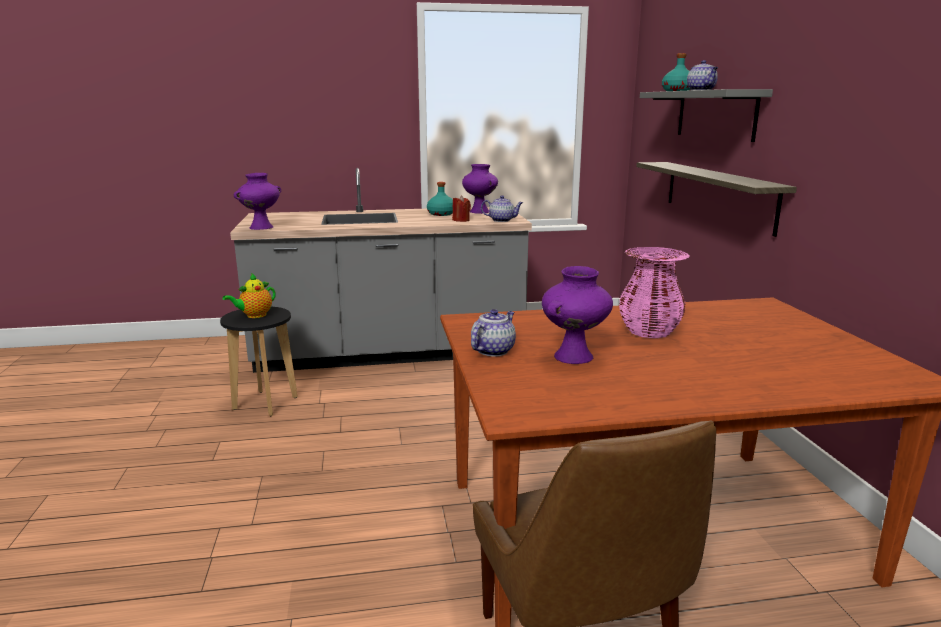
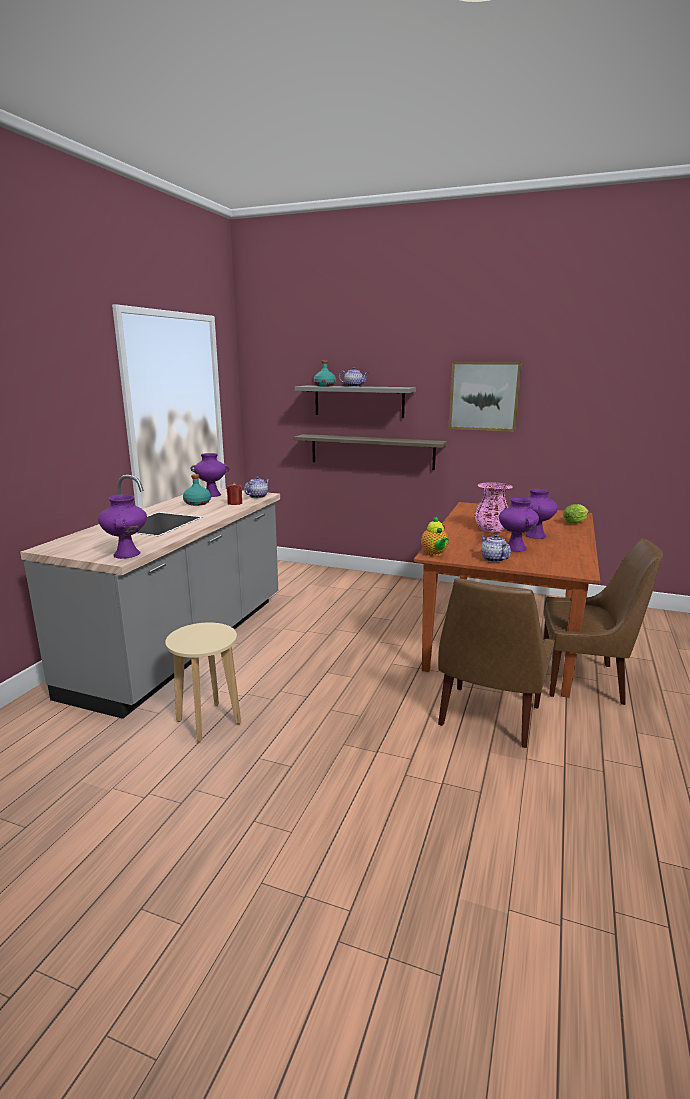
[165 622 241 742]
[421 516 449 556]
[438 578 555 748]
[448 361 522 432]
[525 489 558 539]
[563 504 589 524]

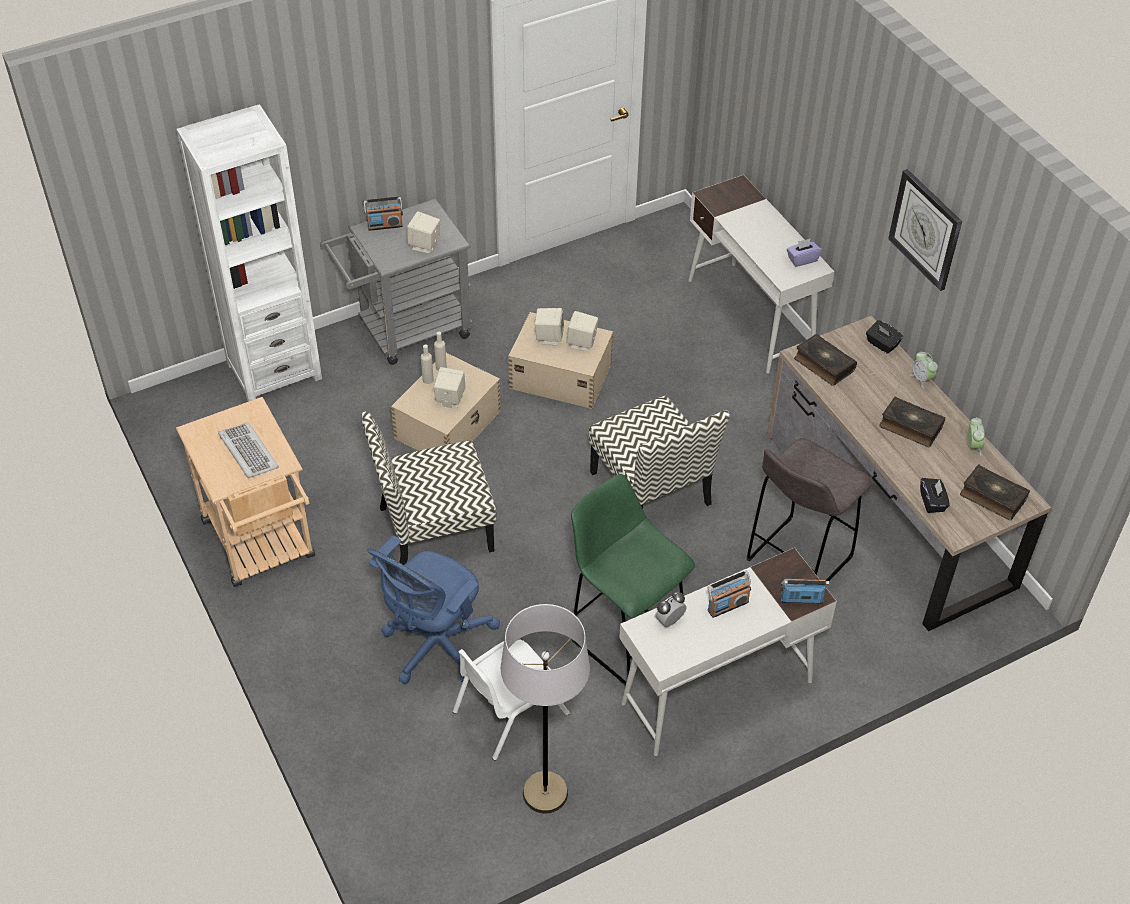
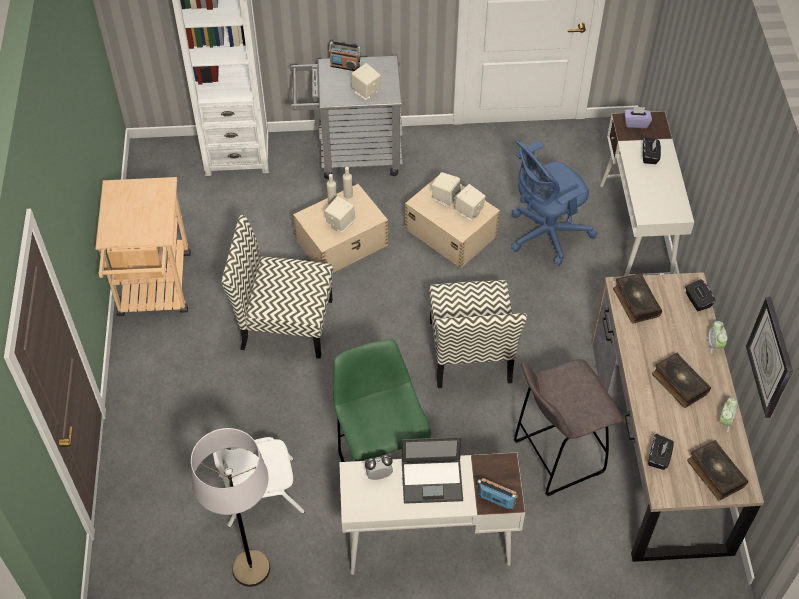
[218 422 279 478] (first image)
[511 140 598 266]
[402 437 463 504]
[624 107 652 128]
[746 297 793 418]
[643 137 661 164]

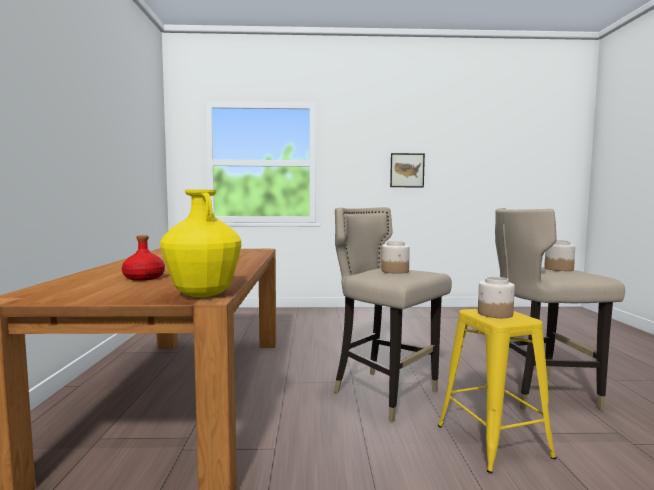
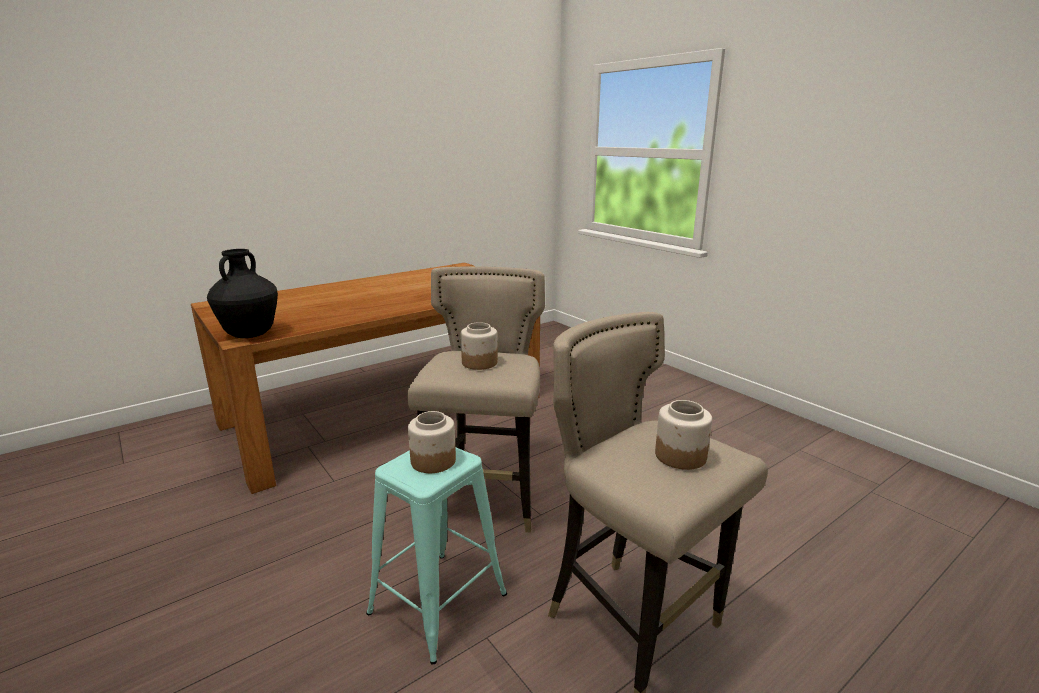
[122 235 165 281] (first image)
[207 249 278 338]
[390 153 425 187] (first image)
[366 447 507 664]

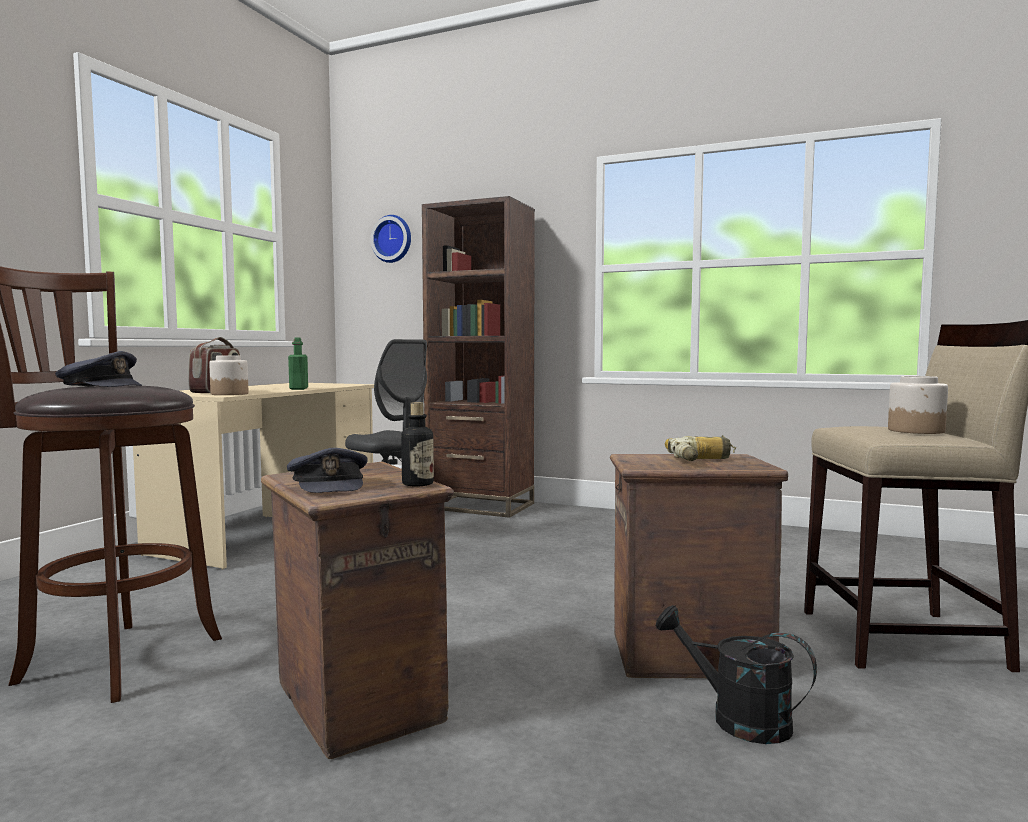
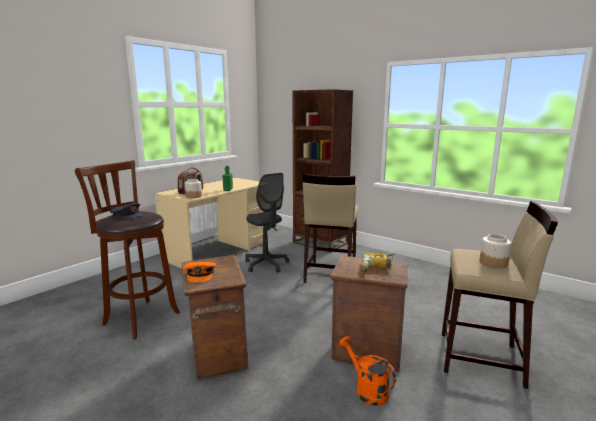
[183 262 216 282]
[370 215 411 263] (first image)
[401 402 434 487] (first image)
[339 336 396 406]
[303 174 359 283]

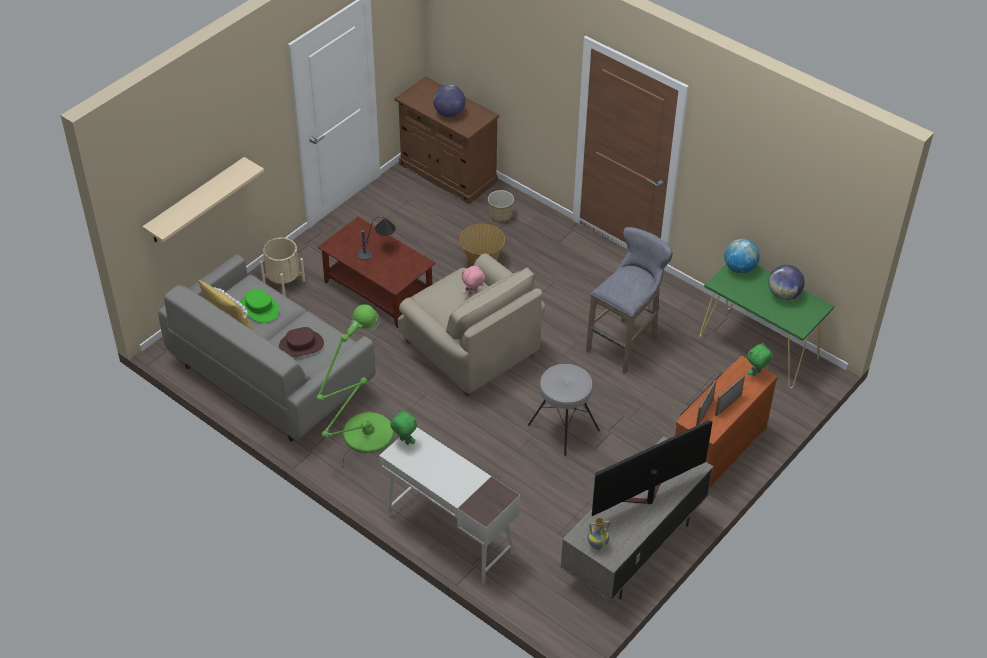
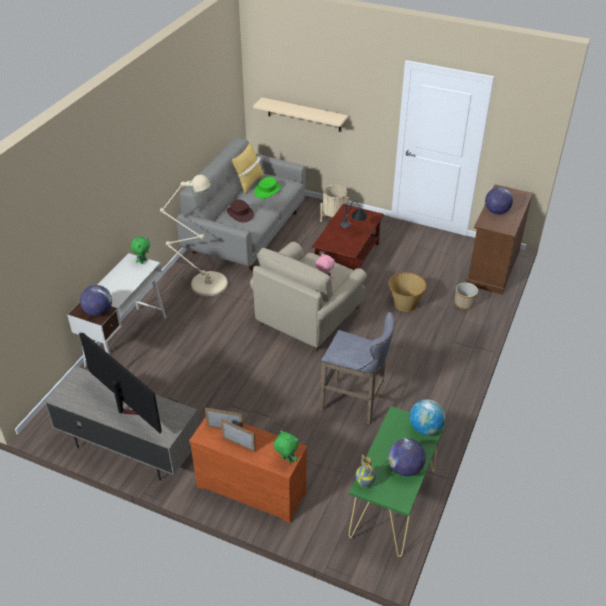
[160 175 228 296]
[528 364 600 456] (first image)
[356 454 376 488]
[80 285 112 316]

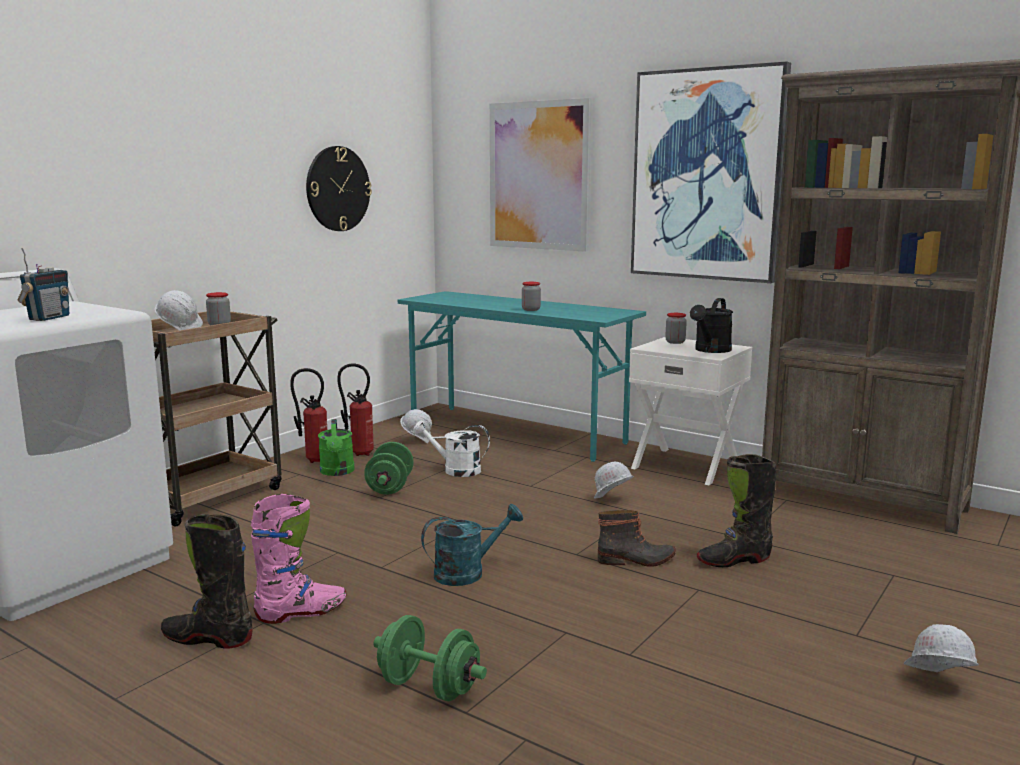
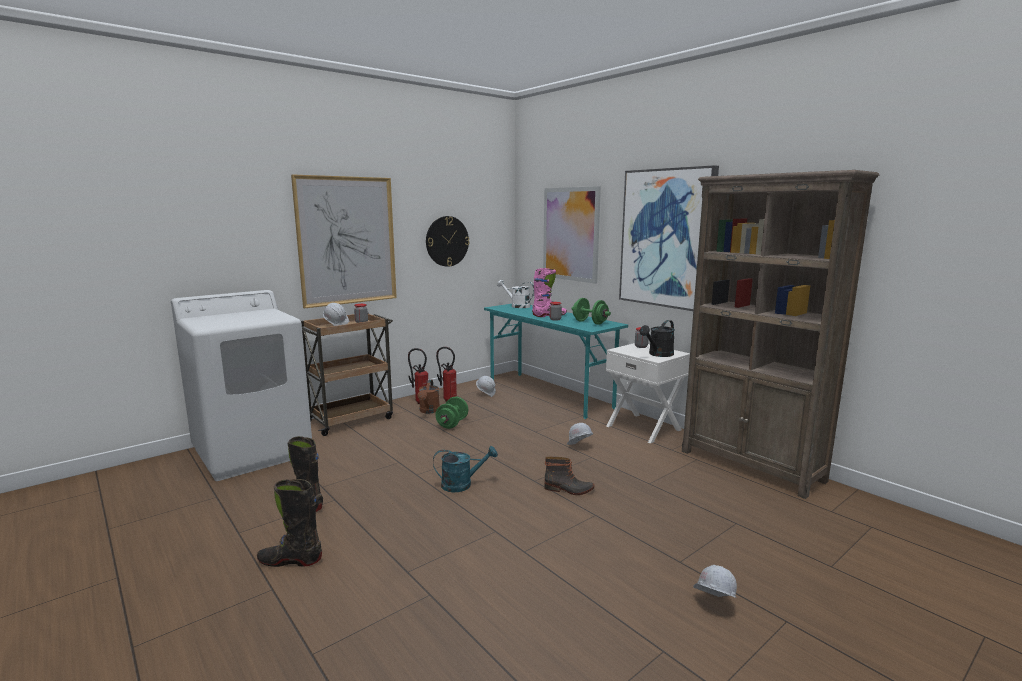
[18 247 69 321] (first image)
[532 268 567 317]
[418 379 440 414]
[572 298 611 325]
[497 280 534 308]
[257 479 322 567]
[291 174 397 309]

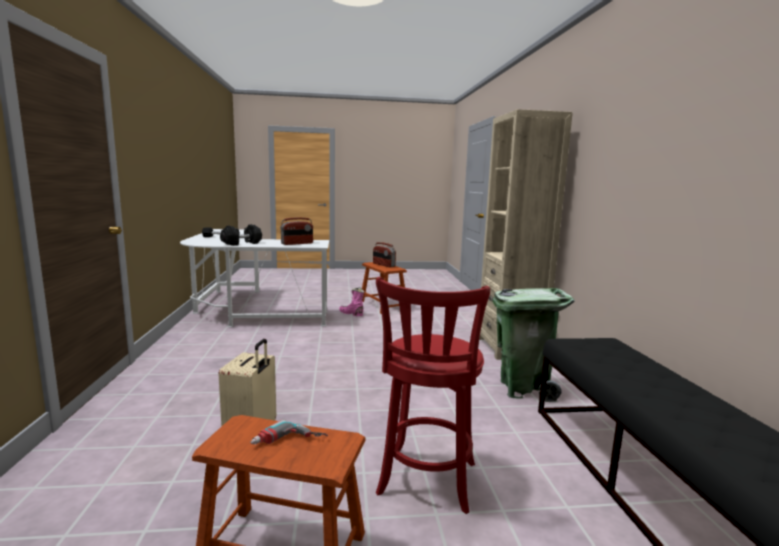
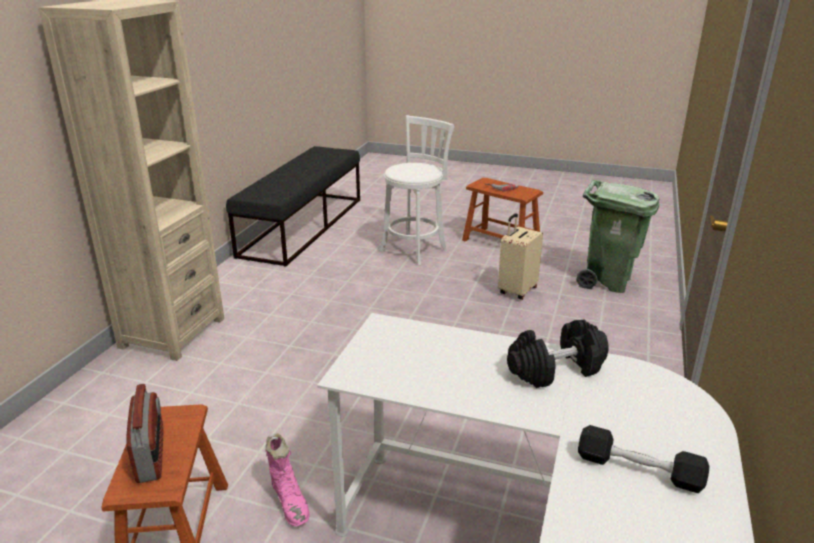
[280 217 313 245] (first image)
[379 115 454 265]
[576 180 660 293]

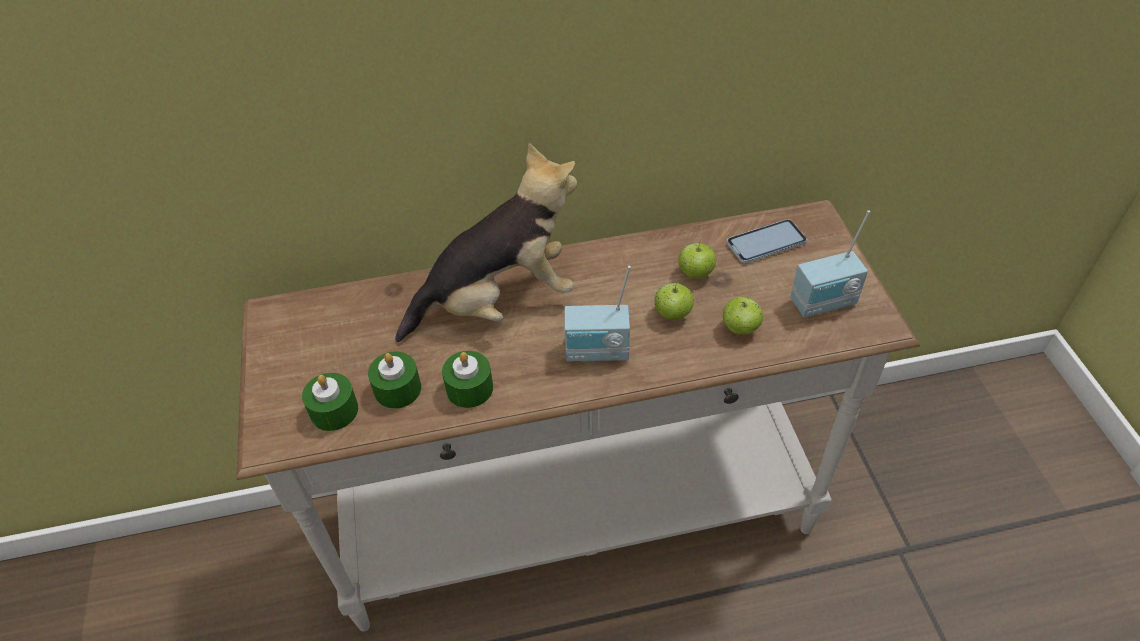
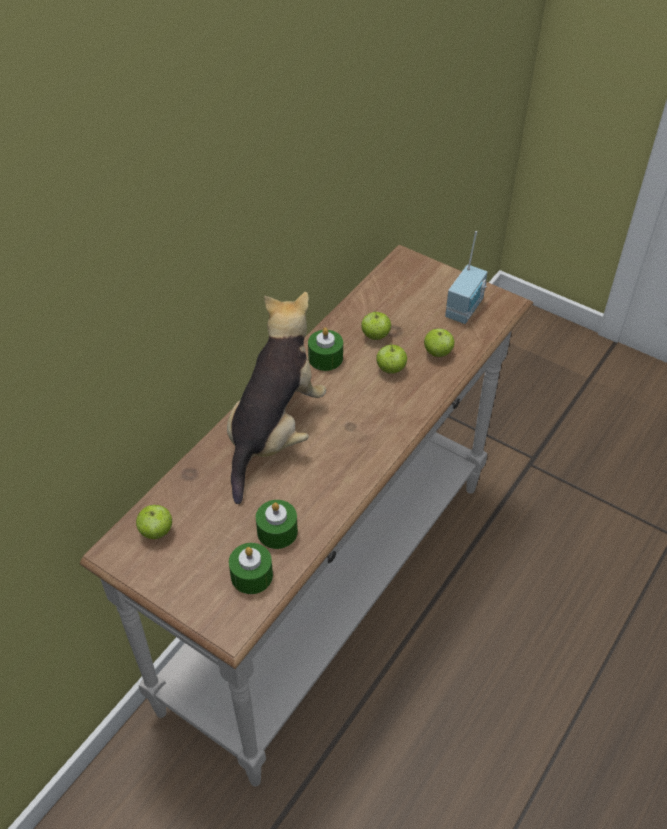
[308 328 343 371]
[564 266 631 361] (first image)
[727 219 807 263] (first image)
[136 505 173 539]

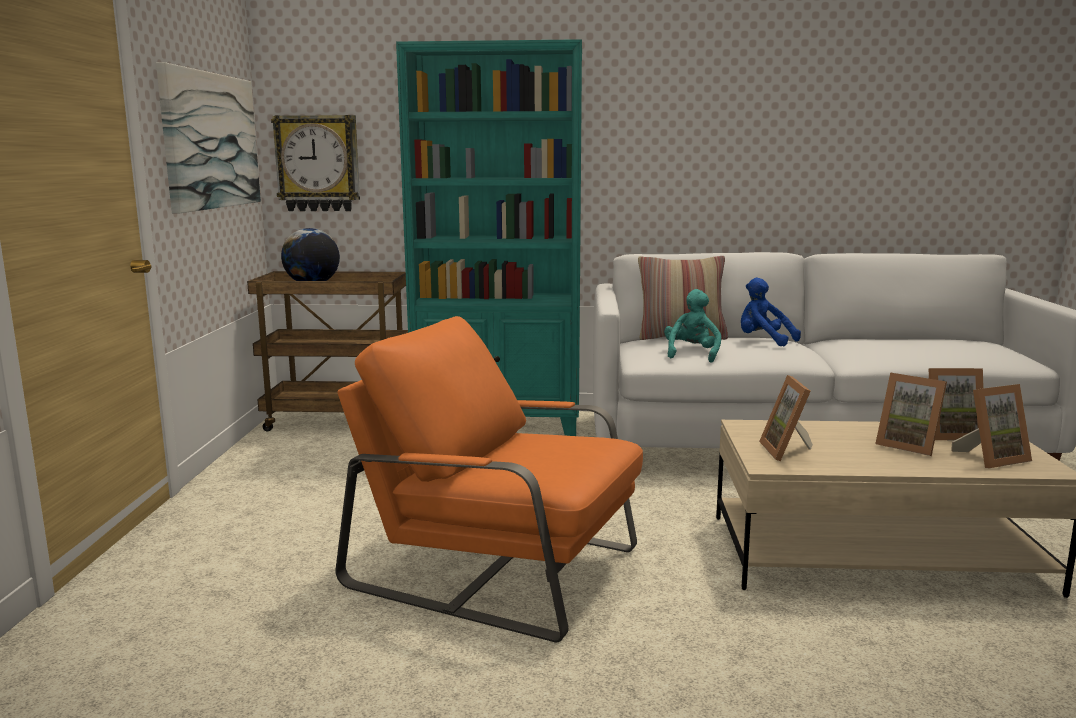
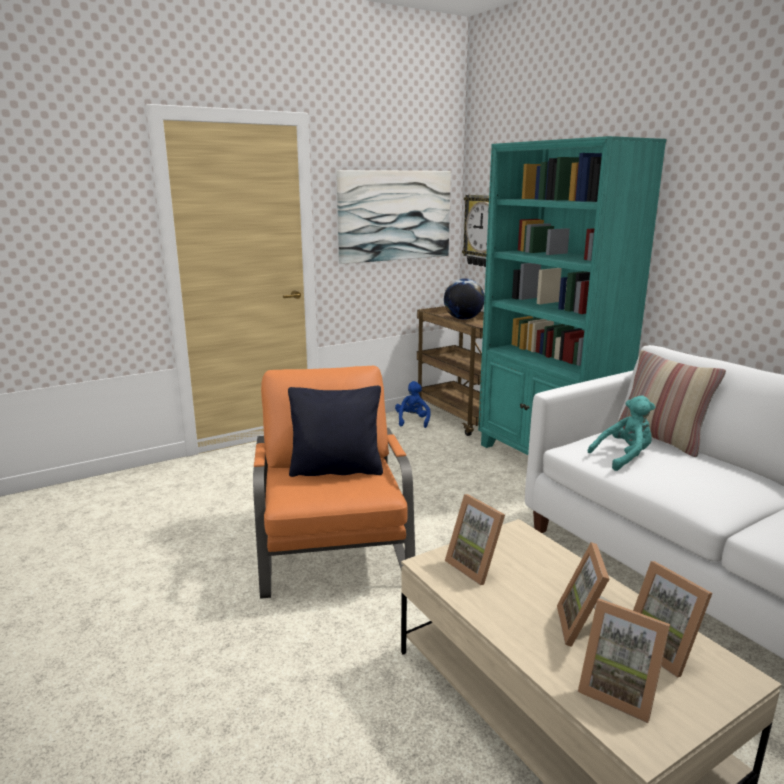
[395 381 431 428]
[445 494 505 585]
[288 386 383 477]

